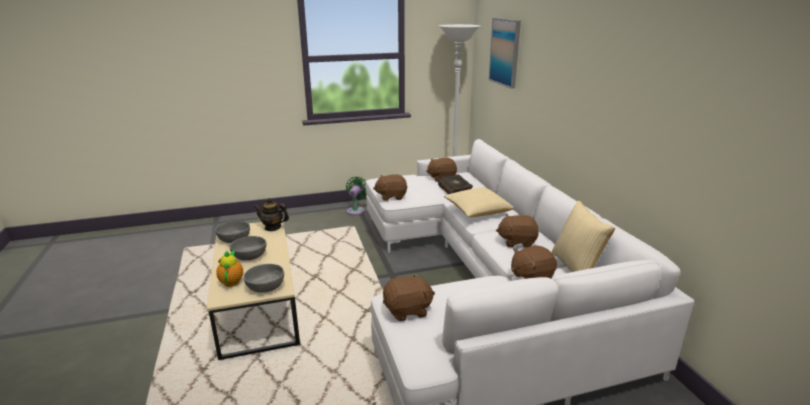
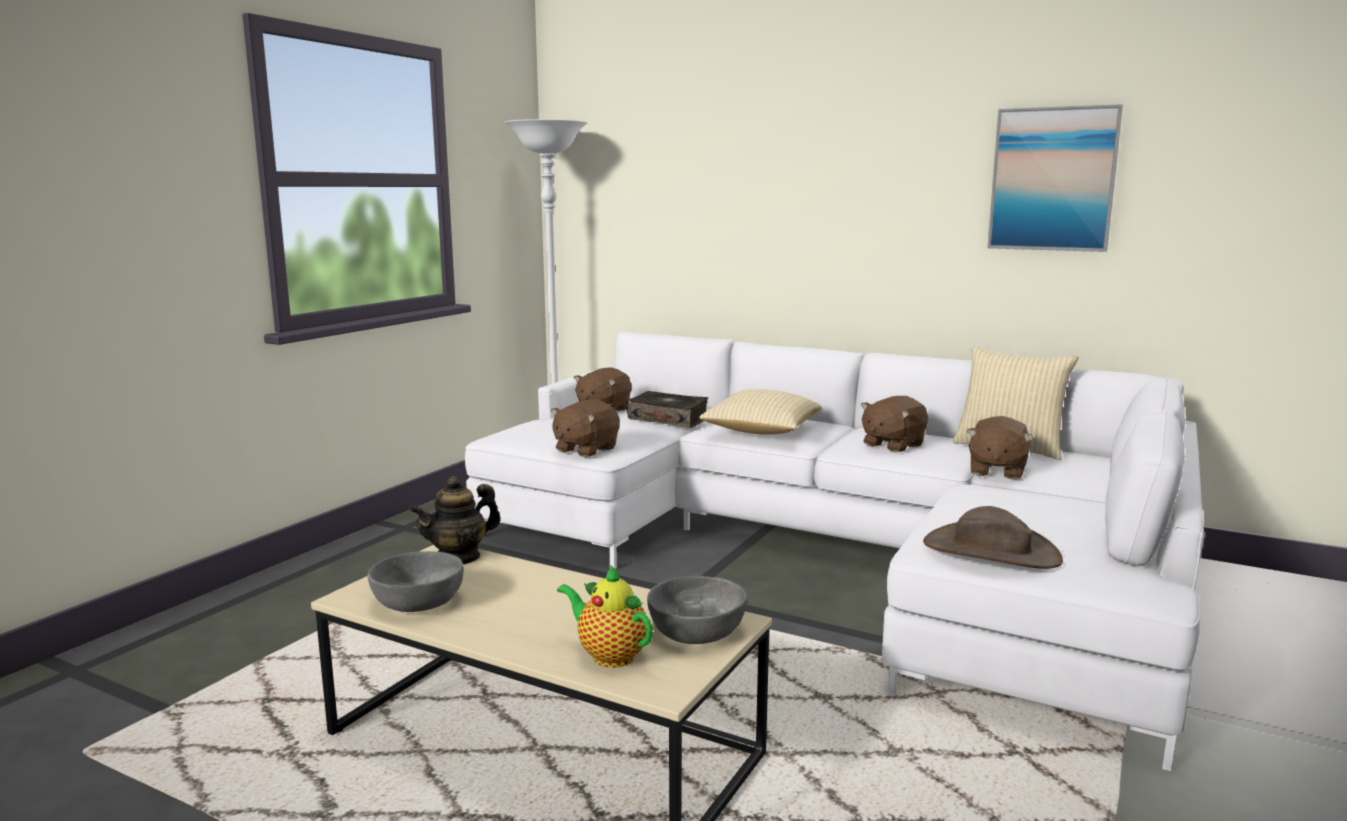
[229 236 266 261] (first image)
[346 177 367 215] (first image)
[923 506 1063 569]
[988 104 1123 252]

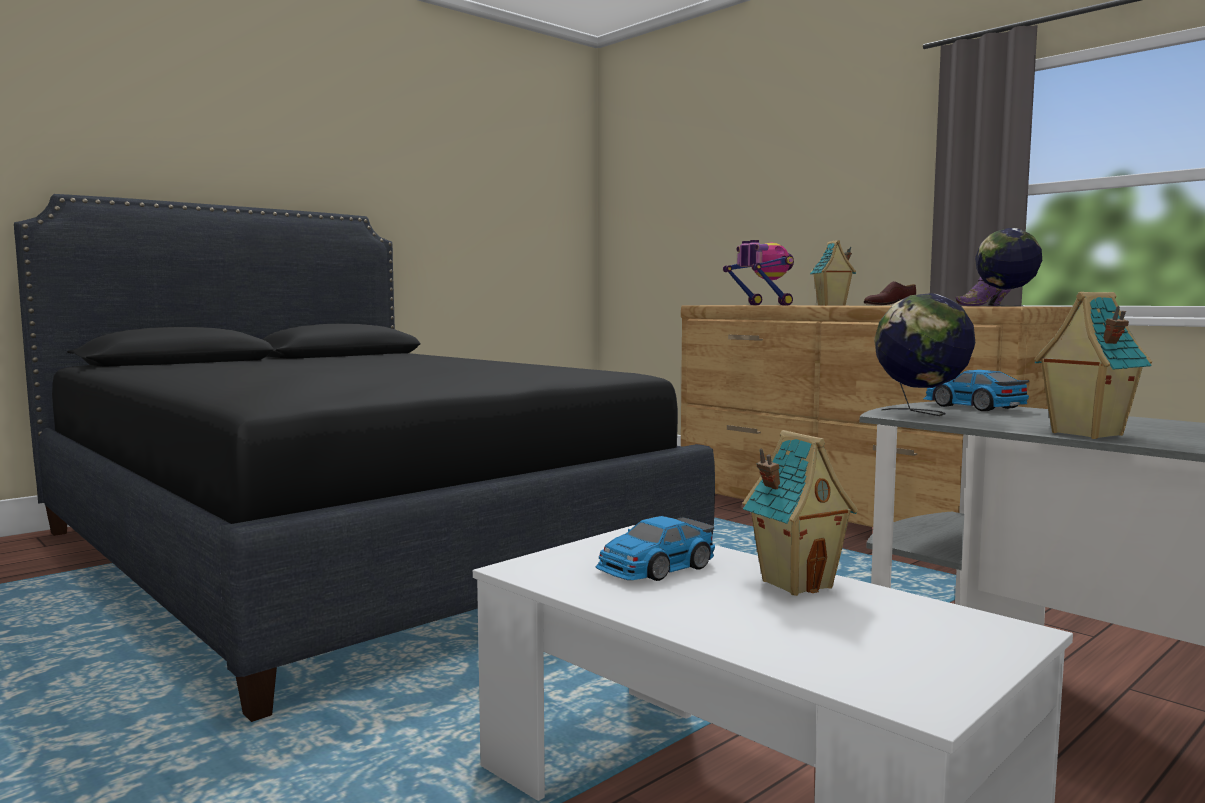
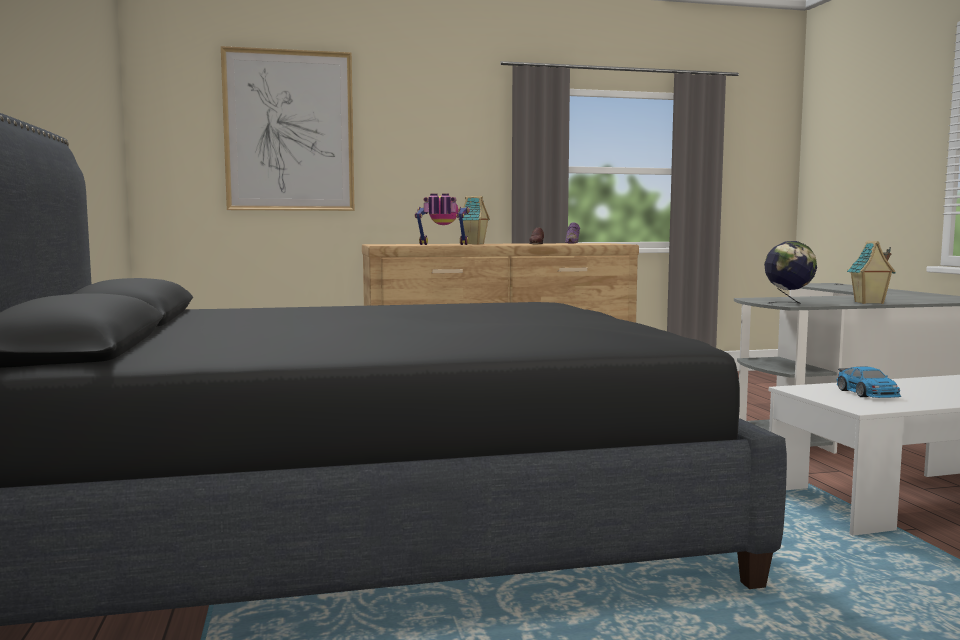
[742 430 858 596] (first image)
[923 370 1029 411] (first image)
[975 228 1042 306] (first image)
[221 46 355 211]

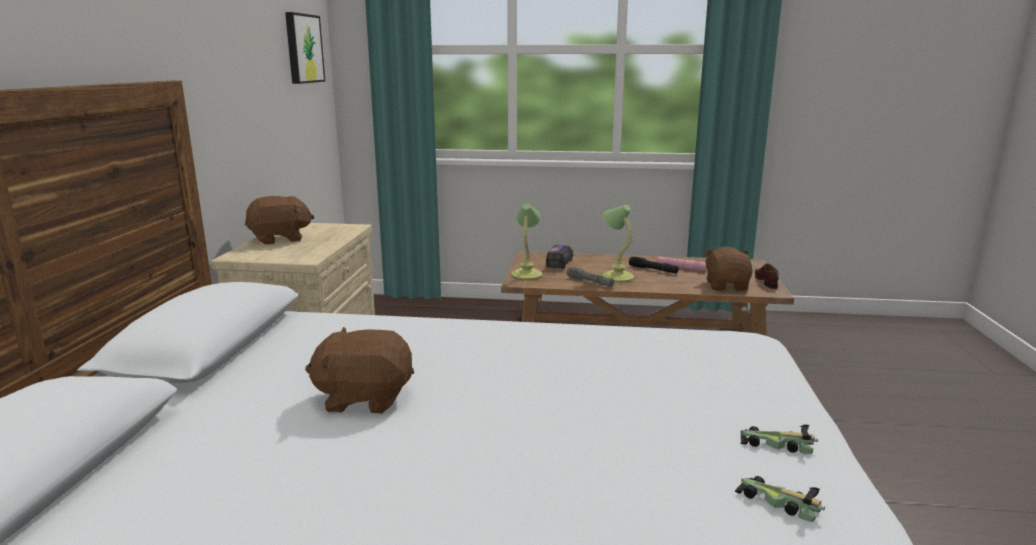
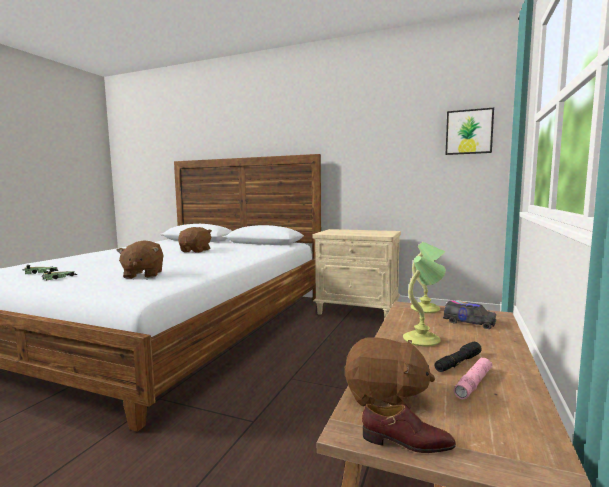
[116 240 163 279]
[567 267 614 287] (first image)

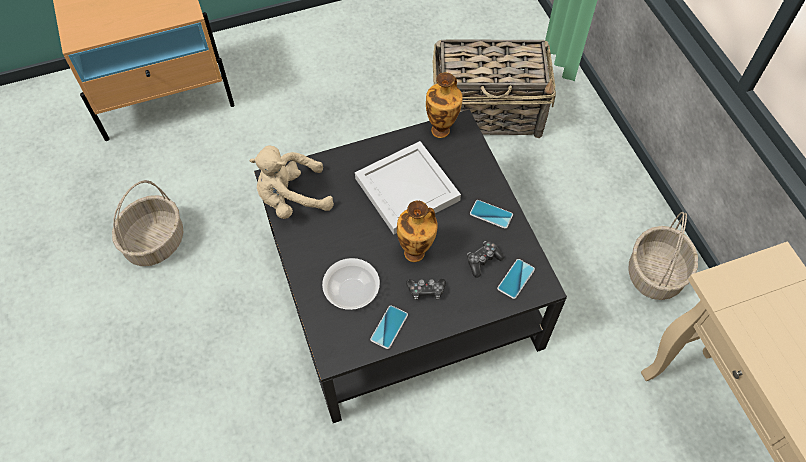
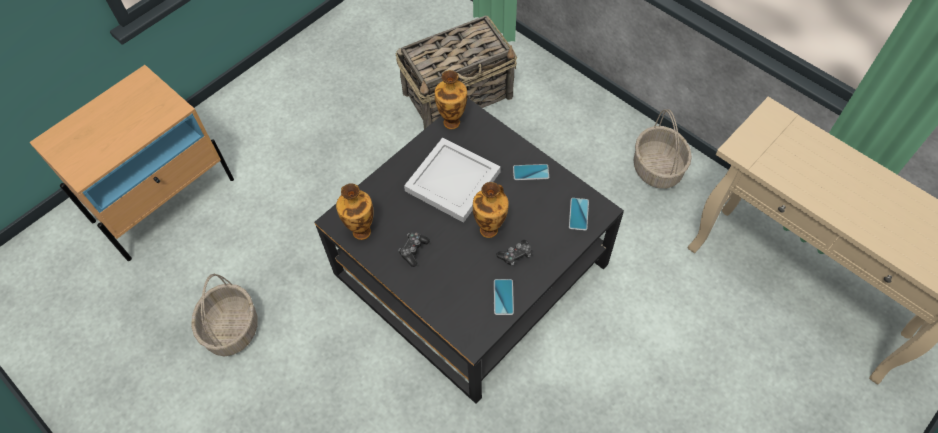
[336 183 373 240]
[322 258 380 310] (first image)
[399 232 430 267]

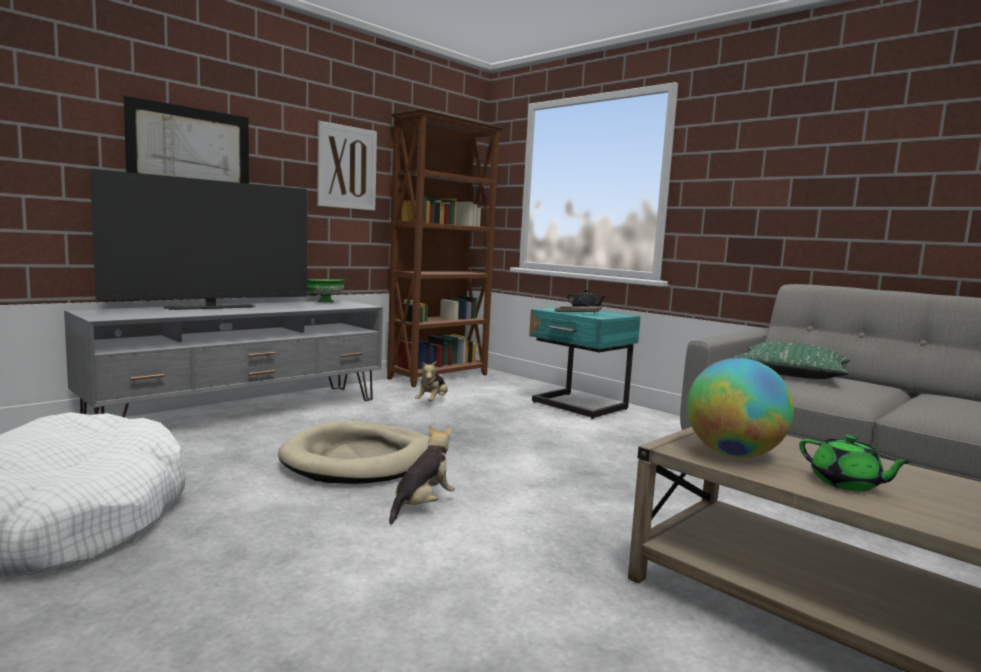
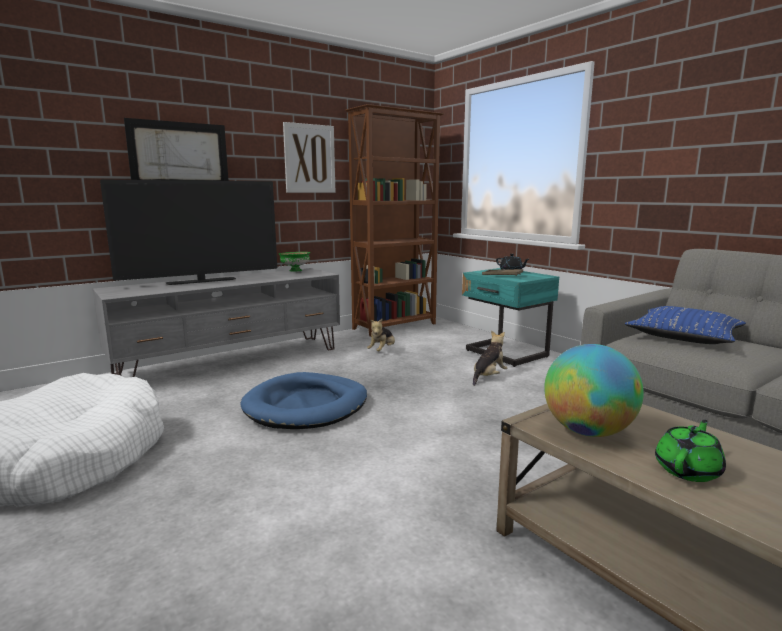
[240 372 367 429]
[473 331 507 386]
[625 306 746 344]
[655 420 726 482]

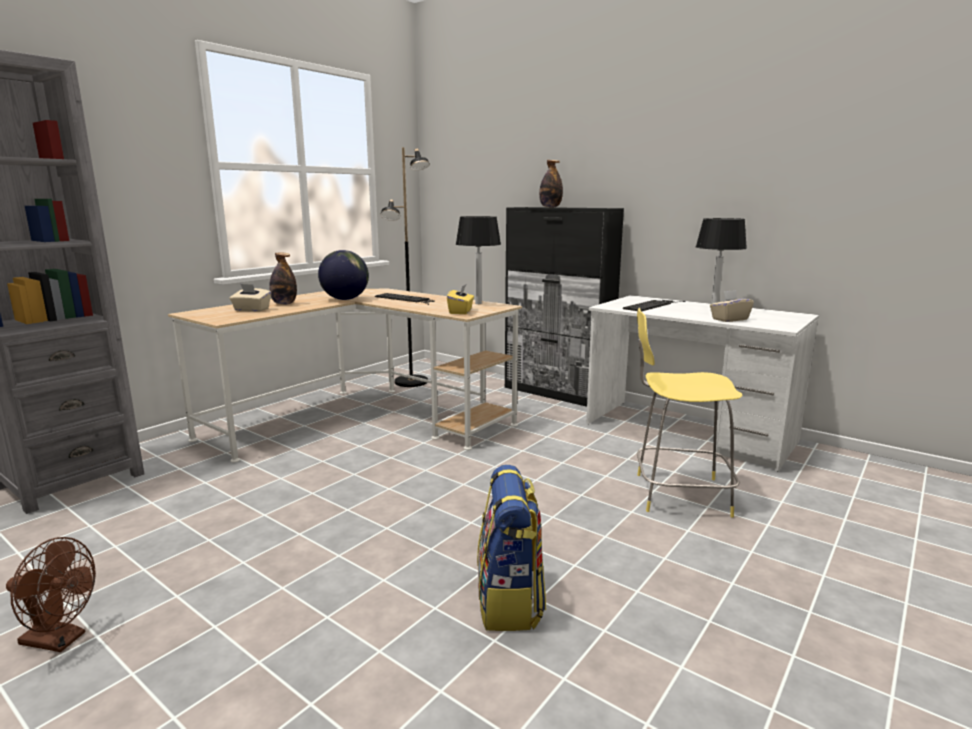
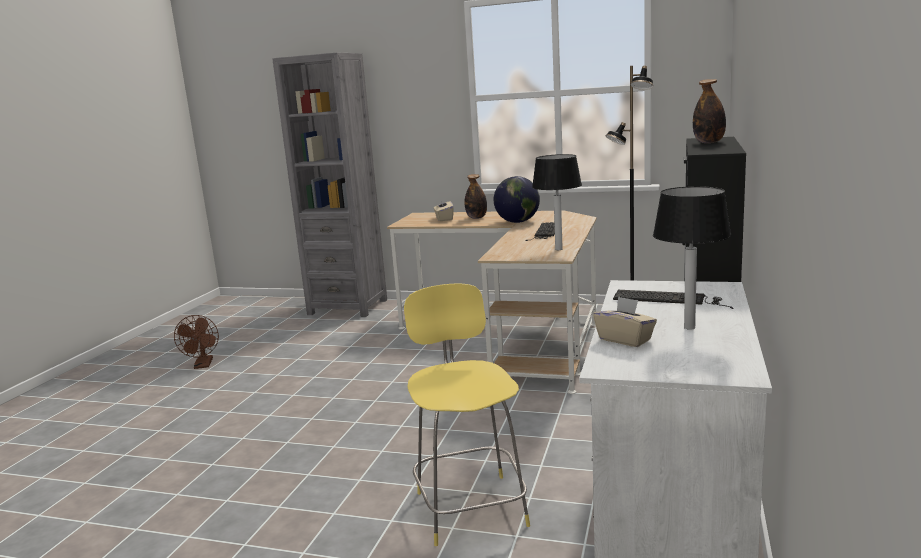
[447 285 474 314] (first image)
[477 465 546 631] (first image)

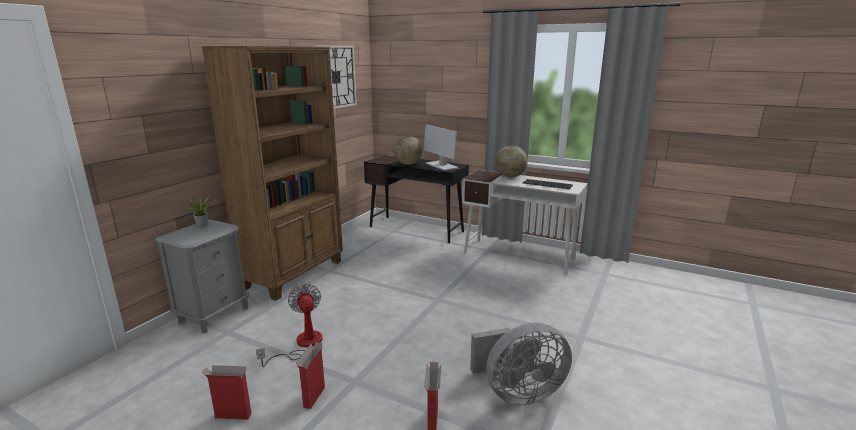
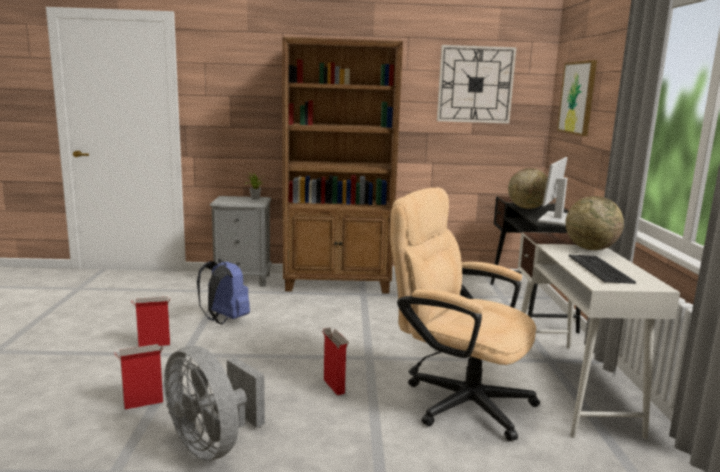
[322 328 349 395]
[197 259 250 324]
[390 187 540 441]
[557 60 597 136]

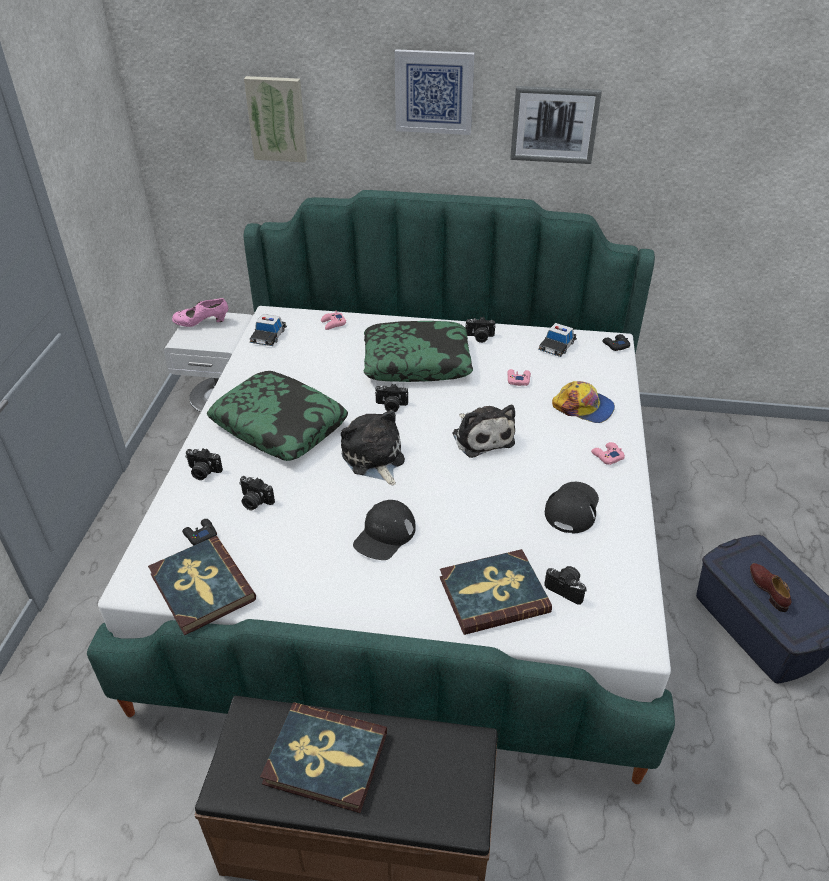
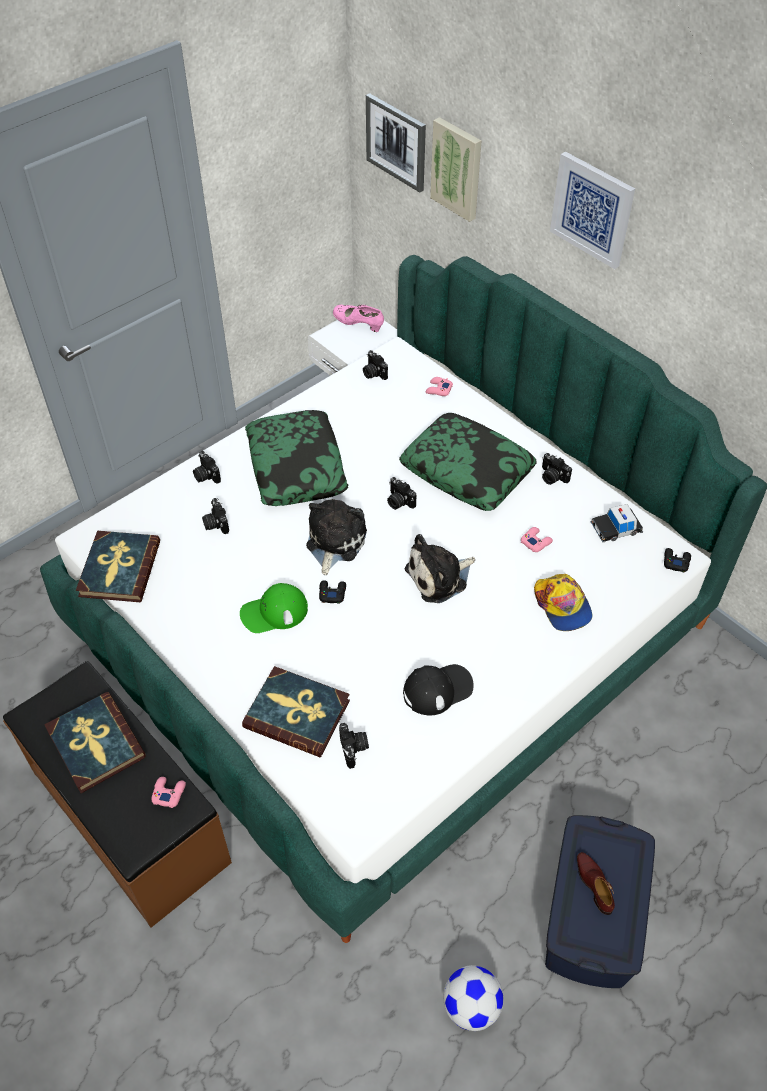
[319 580 346 604]
[363 350 388 380]
[240 583 308 633]
[405 534 475 603]
[366 93 426 192]
[151 777 186 808]
[577 852 615 915]
[443 965 504 1031]

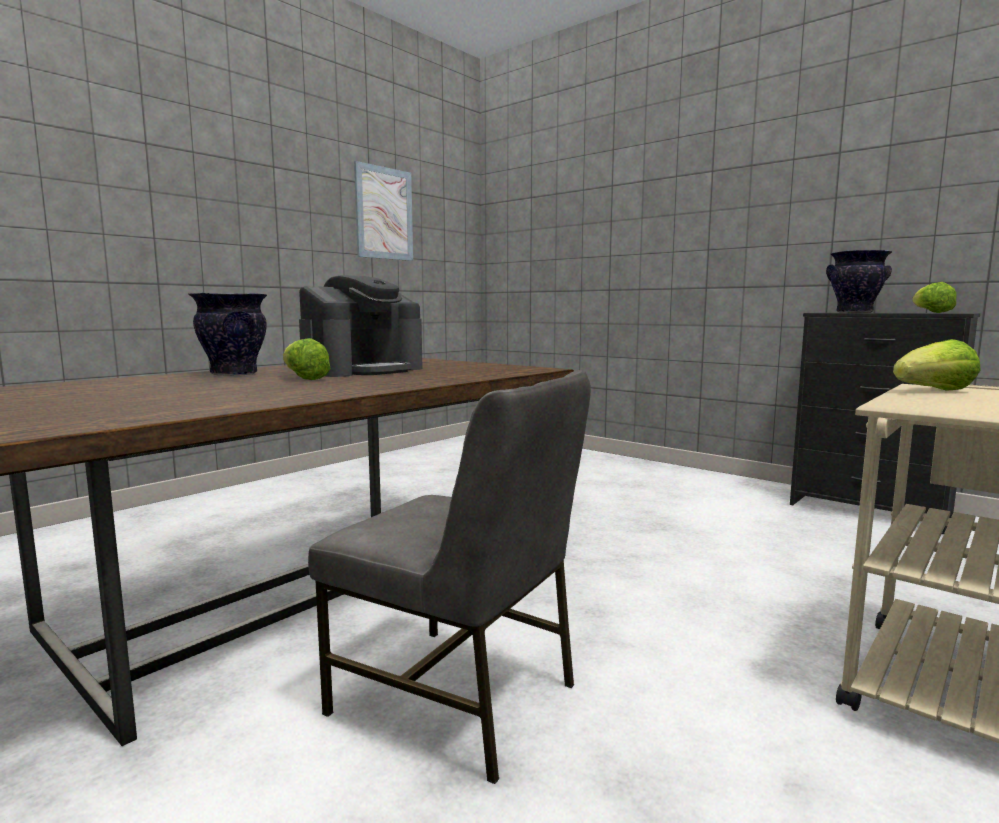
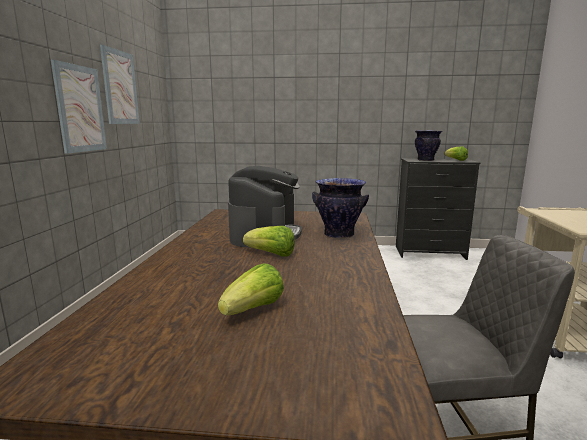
[312 178 369 239]
[218 263 284 315]
[51 60 107 154]

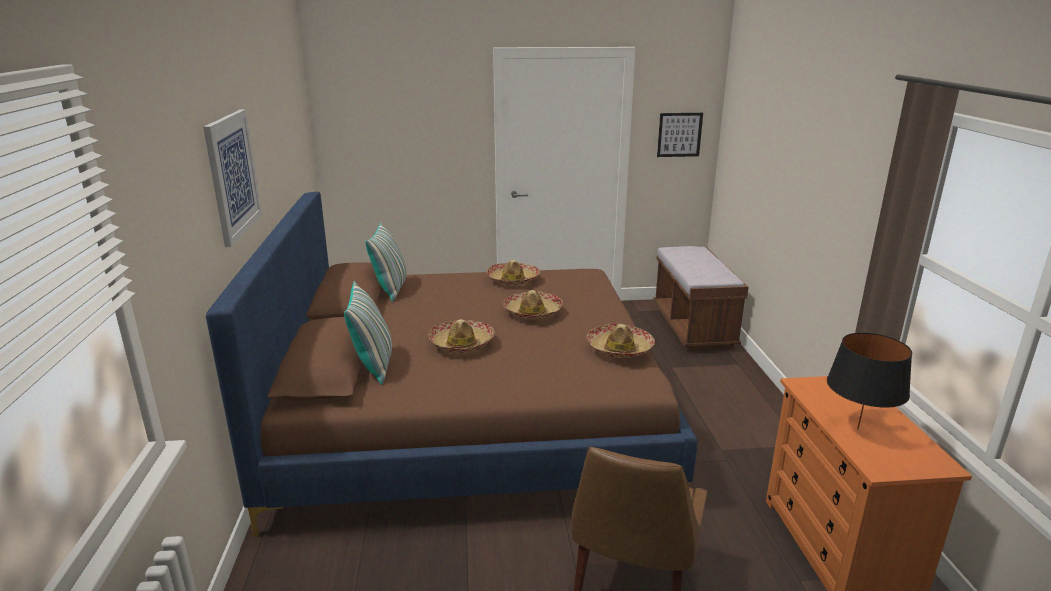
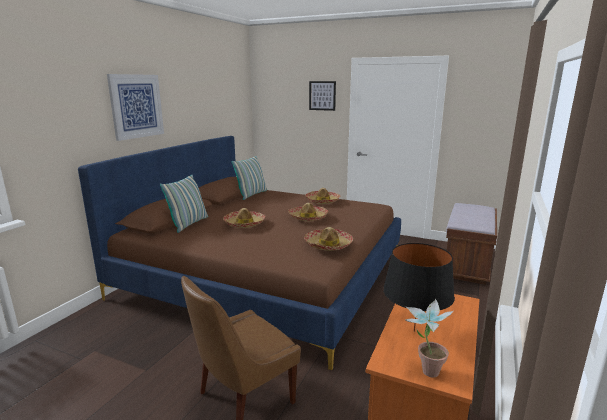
[309 81 336 111]
[404 299 453 378]

